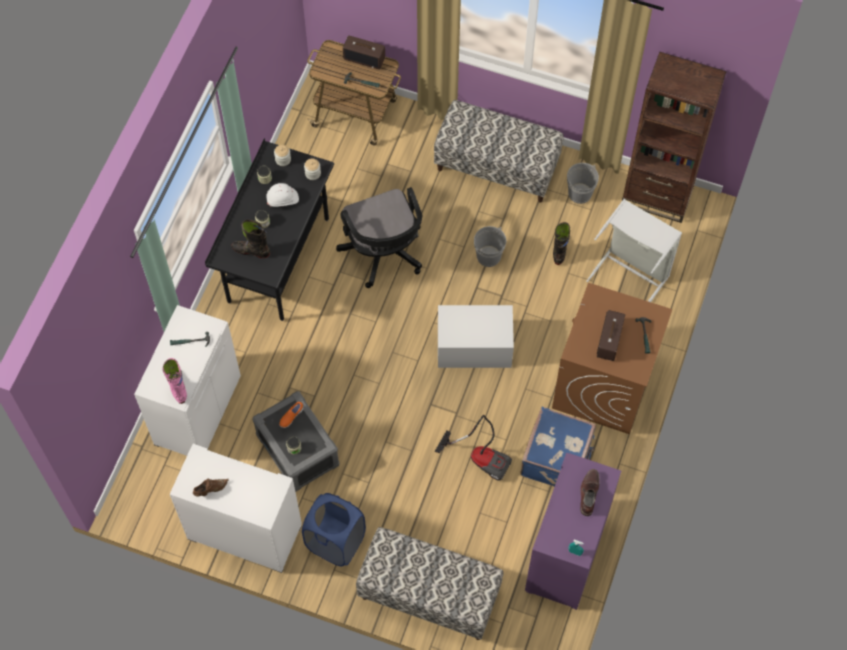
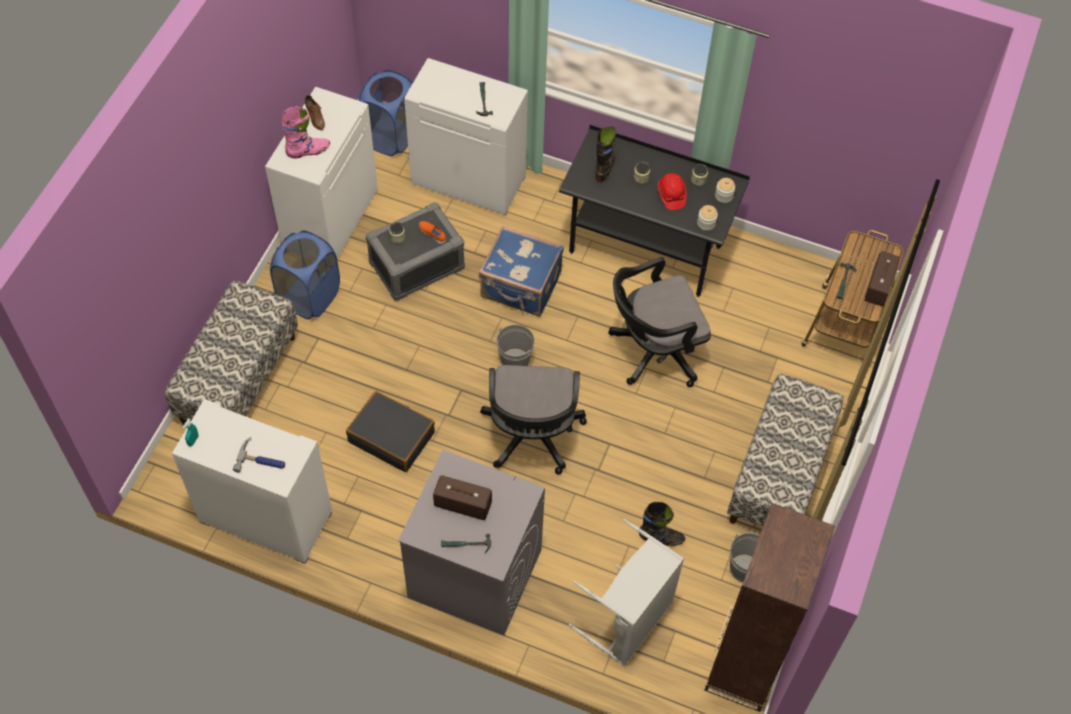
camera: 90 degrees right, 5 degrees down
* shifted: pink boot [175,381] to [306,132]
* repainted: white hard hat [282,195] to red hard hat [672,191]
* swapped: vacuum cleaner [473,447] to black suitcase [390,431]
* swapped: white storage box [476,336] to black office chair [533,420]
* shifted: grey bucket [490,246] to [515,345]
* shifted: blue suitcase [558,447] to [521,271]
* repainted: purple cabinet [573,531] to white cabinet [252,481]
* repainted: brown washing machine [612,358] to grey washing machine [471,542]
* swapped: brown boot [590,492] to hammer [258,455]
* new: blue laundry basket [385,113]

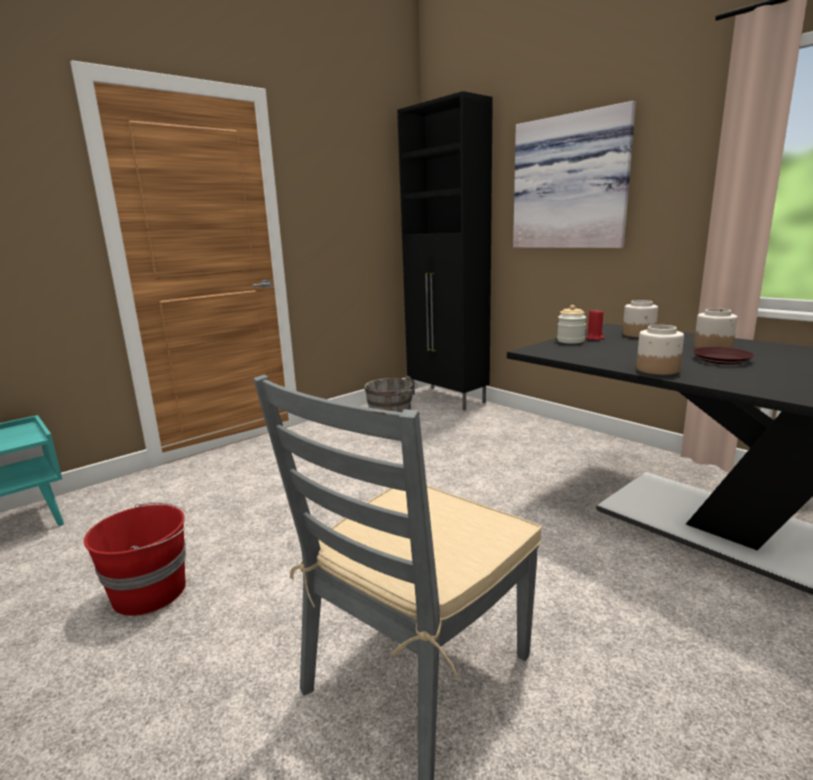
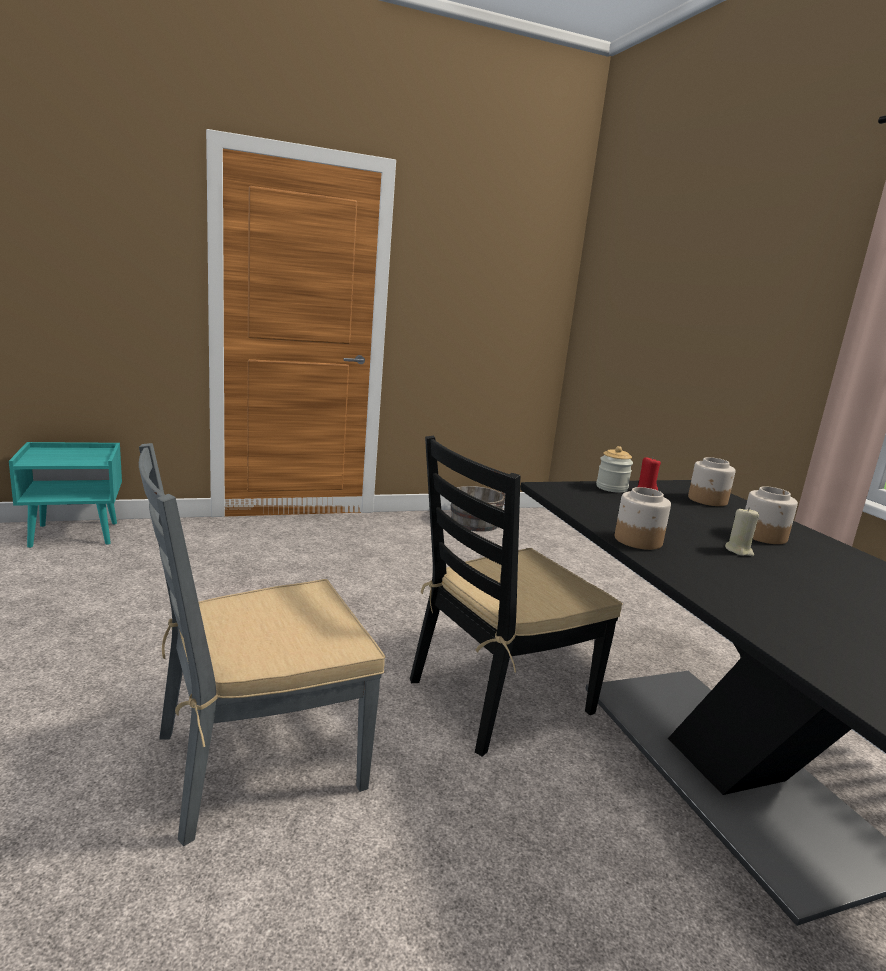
camera: 20 degrees right, 0 degrees up
* gone: red bucket [136,559]
* gone: black cabinet [445,250]
* gone: picture [574,174]
* swapped: brown plate [723,356] to beige candle [742,531]
* new: black chair [516,596]

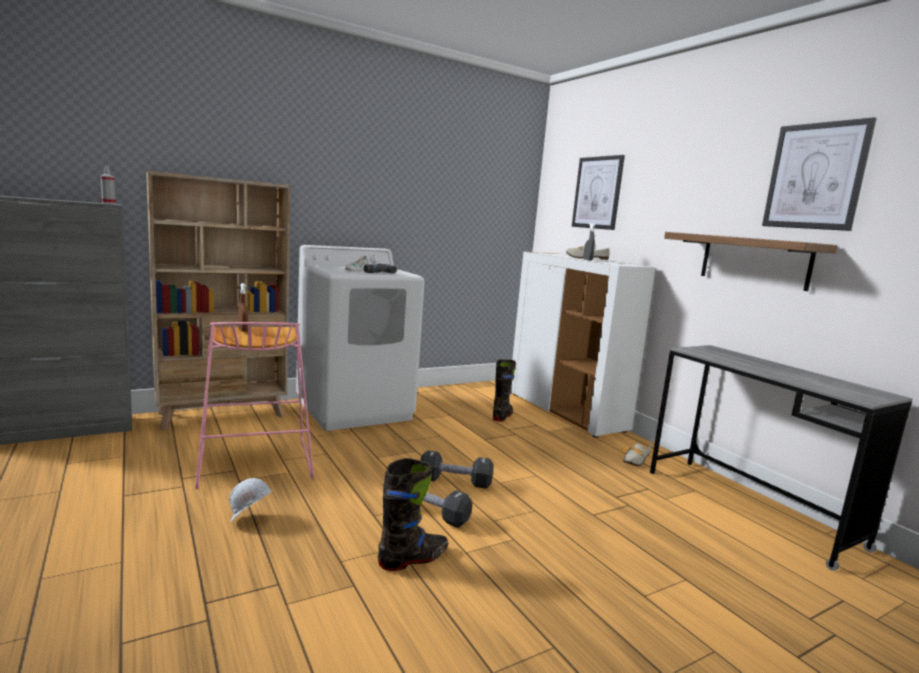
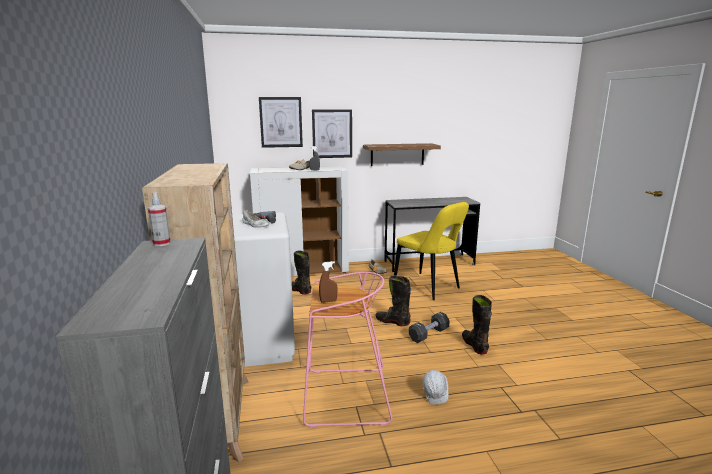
camera: 70 degrees left, 5 degrees up
* swapped: black dumbbell [457,469] to black boot [393,300]
* shifted: picture [819,174] to [332,133]
* new: yellow chair [431,251]

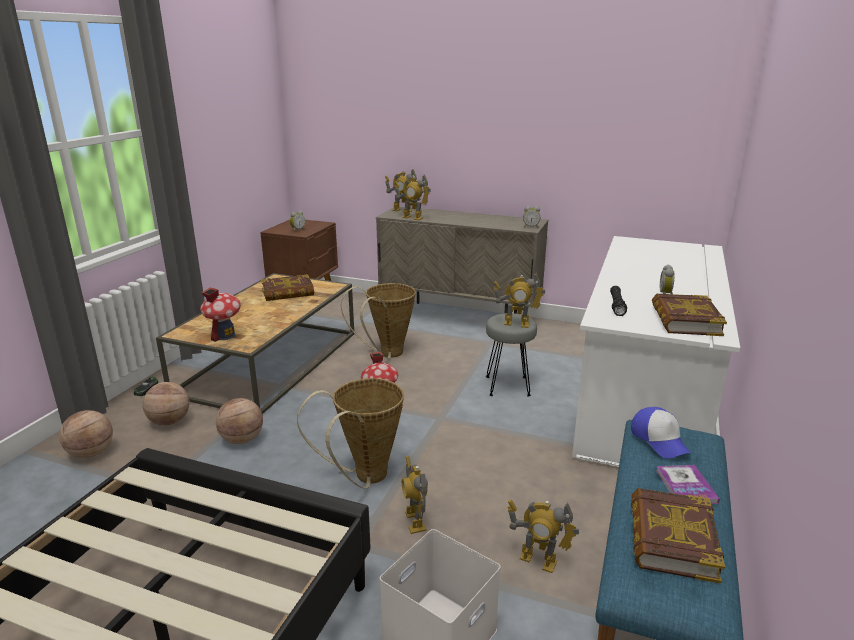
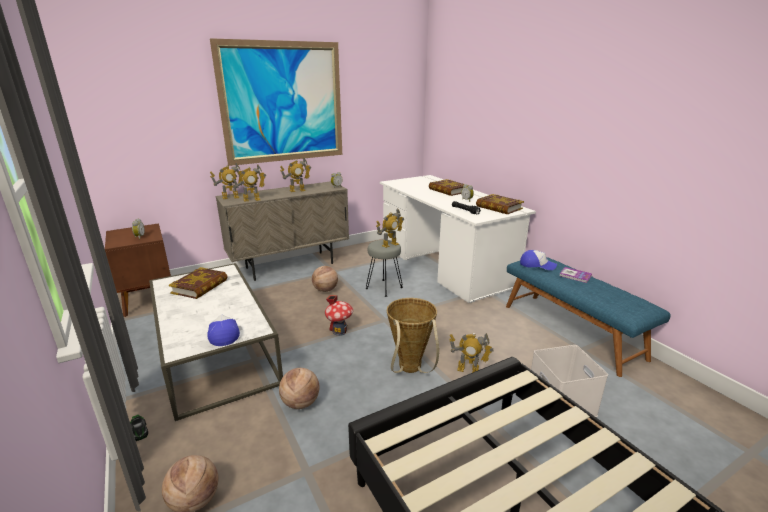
camera: 50 degrees left, 0 degrees up
* shifted: basketball [166,404] to [325,279]
* repainted: brown coffee table [255,343] to white coffee table [216,342]
* swapped: toy house [220,314] to cap [223,330]
* gone: basket [378,321]
* shifted: toy robot [543,536] to [295,175]
* shifted: book [678,536] to [446,187]
* new: picture [276,102]

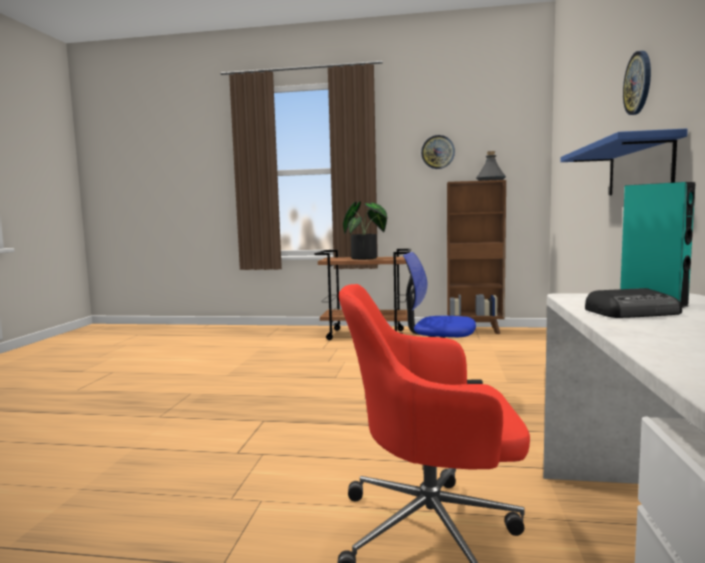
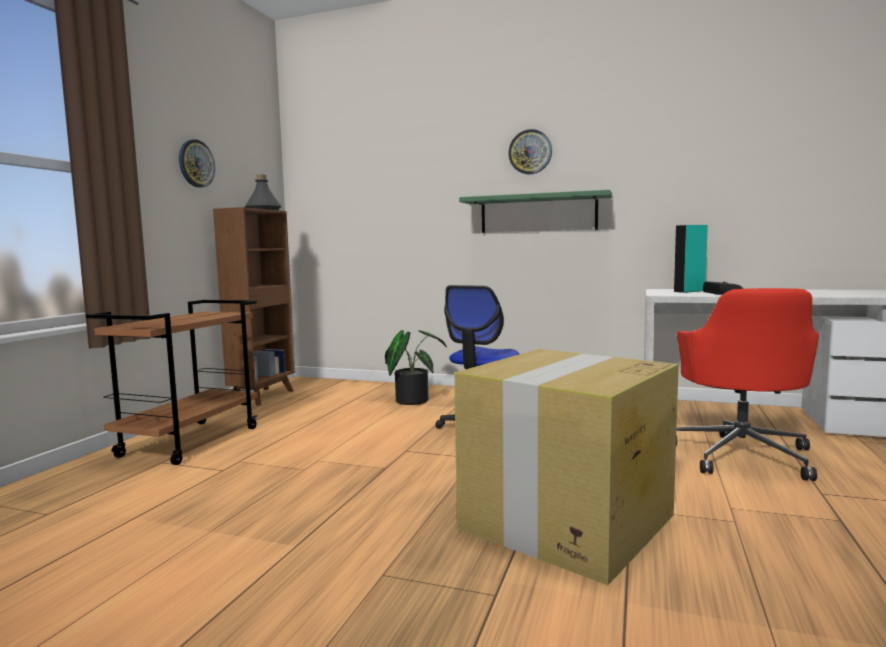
camera: 80 degrees left, 0 degrees up
* shifted: potted plant [365,230] to [416,367]
* repainted: blue shelf [624,161] to green shelf [535,211]
* new: cardboard box [566,467]

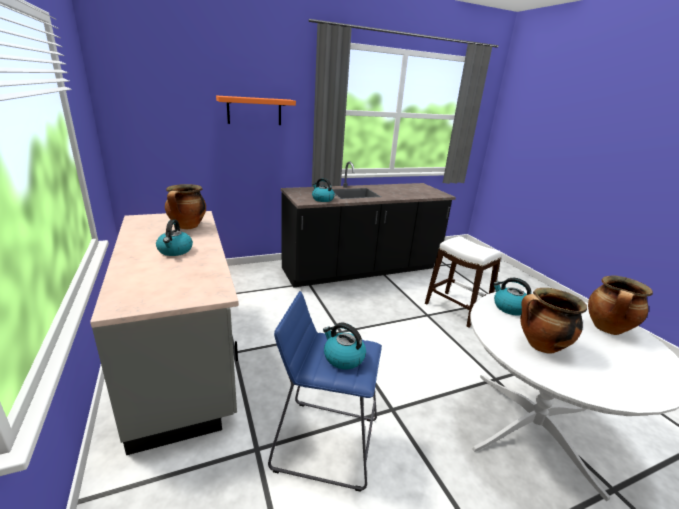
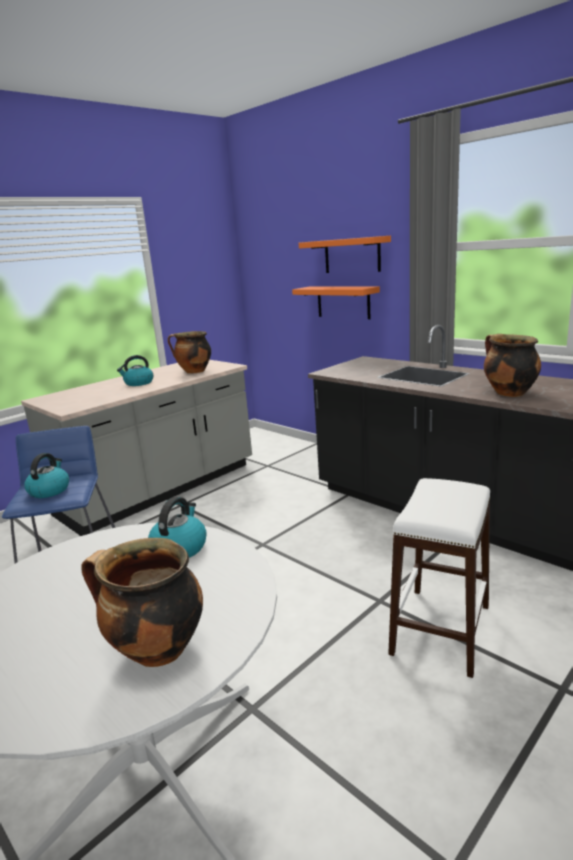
camera: 70 degrees right, 5 degrees down
* gone: kettle [323,190]
* shifted: cooking pot [553,321] to [512,365]
* new: orange shelf [336,302]

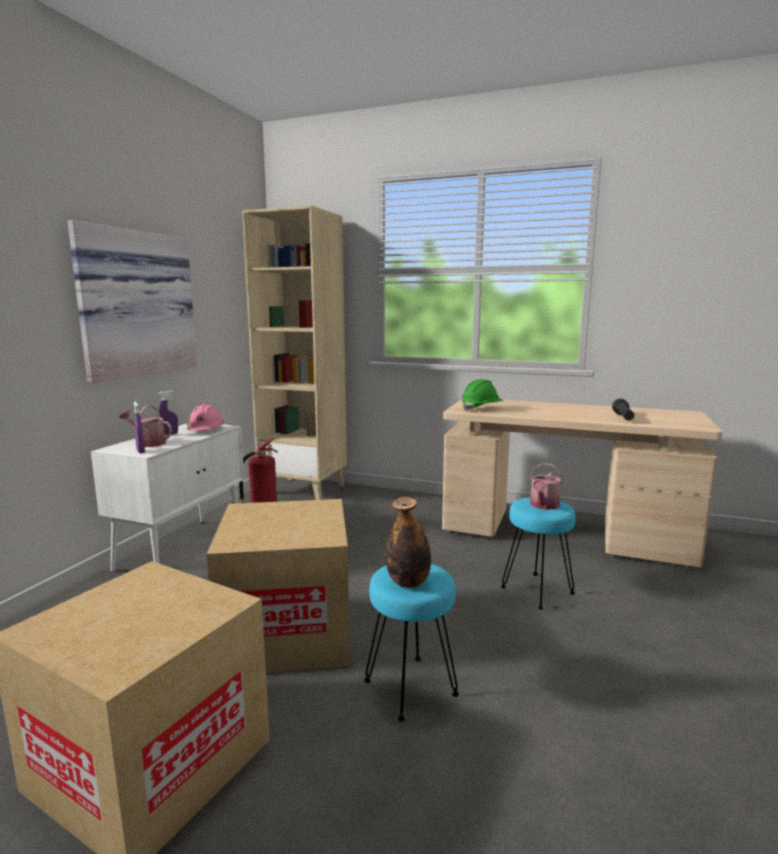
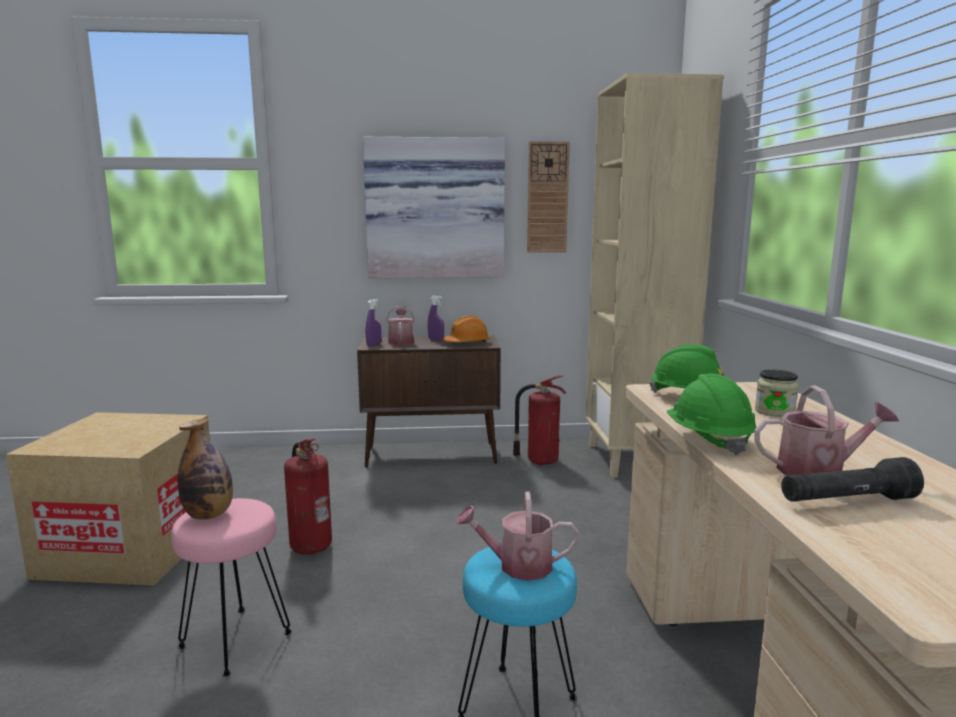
camera: 65 degrees right, 0 degrees up
* repainted: white cabinet [167,497] to brown cabinet [429,402]
* repainted: pink hard hat [205,417] to orange hard hat [466,329]
* swapped: cardboard box [278,586] to fire extinguisher [308,496]
* repainted: turquoise stool [411,643] to pink stool [231,587]
* new: wall clock [548,197]
* new: green hard hat [711,414]
* new: watering can [827,430]
* new: jar [777,393]

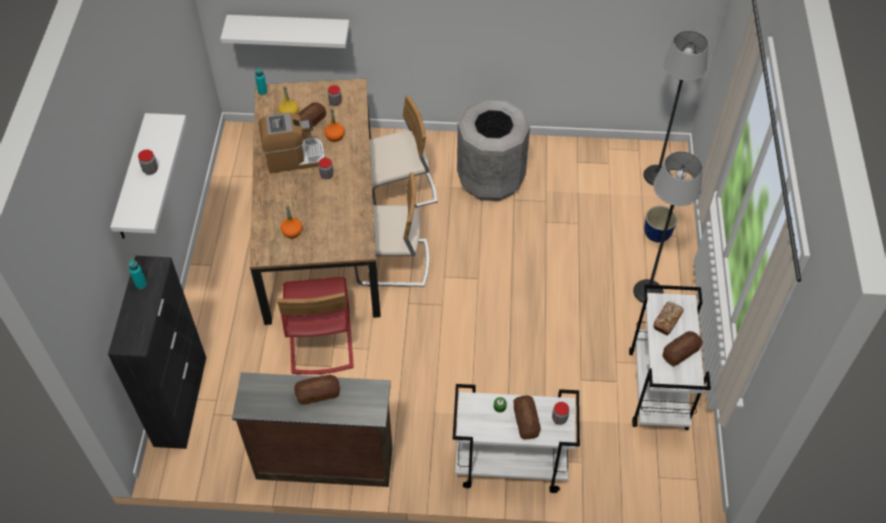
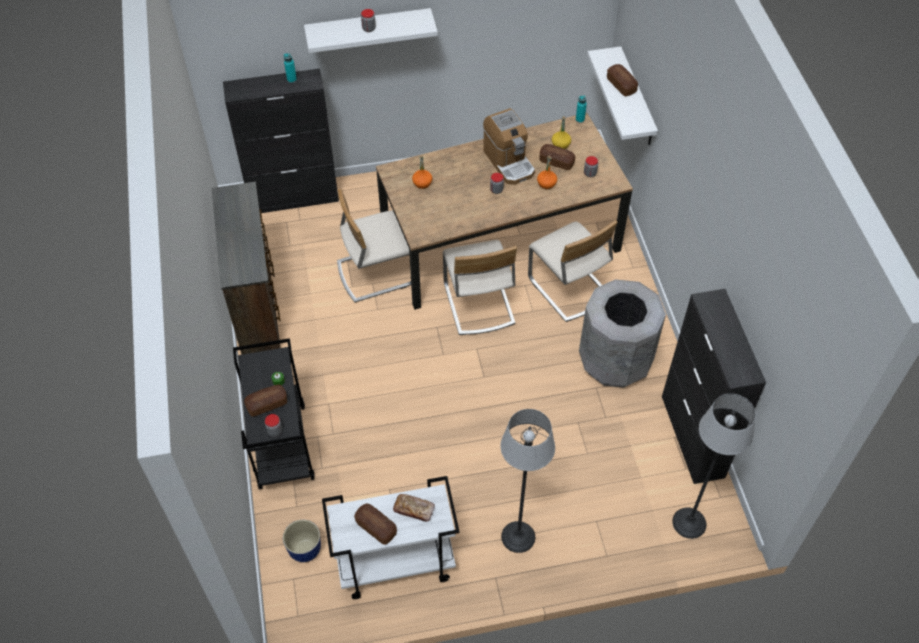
camera: 75 degrees right, 0 degrees up
* repainted: red chair [315,326] to beige chair [374,246]
* shifted: bread [317,390] to [622,80]
* repainted: white cart [516,438] to black cart [274,413]
* shifted: planter [660,224] to [302,541]
* new: black cabinet [714,386]

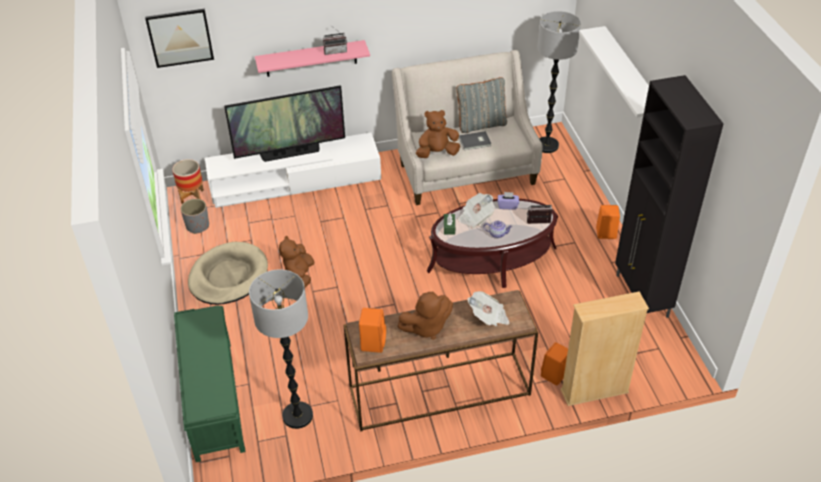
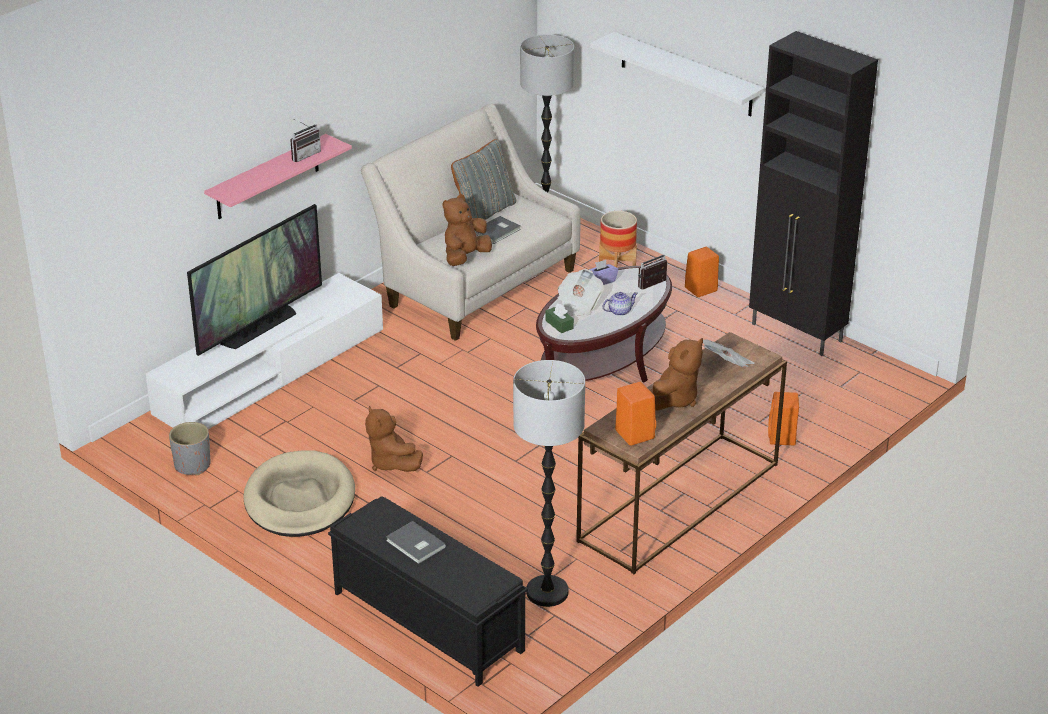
camera: 35 degrees left, 10 degrees down
* gone: picture [179,38]
* shifted: planter [188,181] to [618,239]
* repainted: green bench [210,384] to black bench [428,591]
* gone: beige bookcase [604,348]
* new: grey book [416,542]

